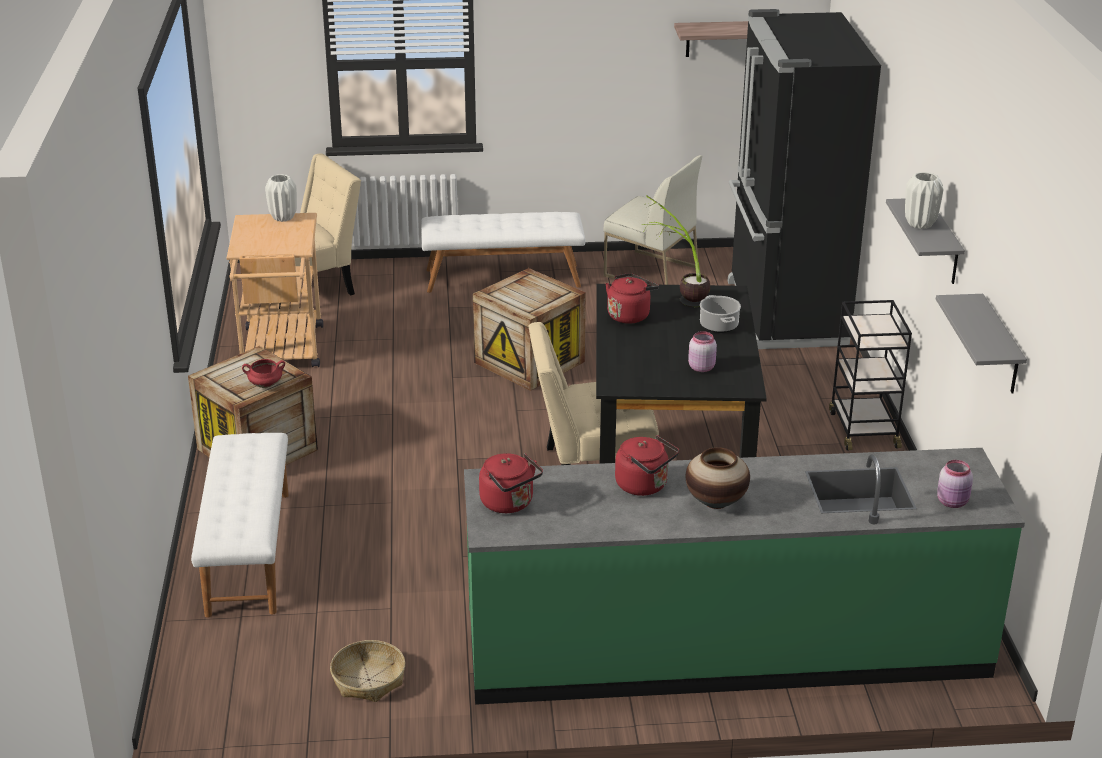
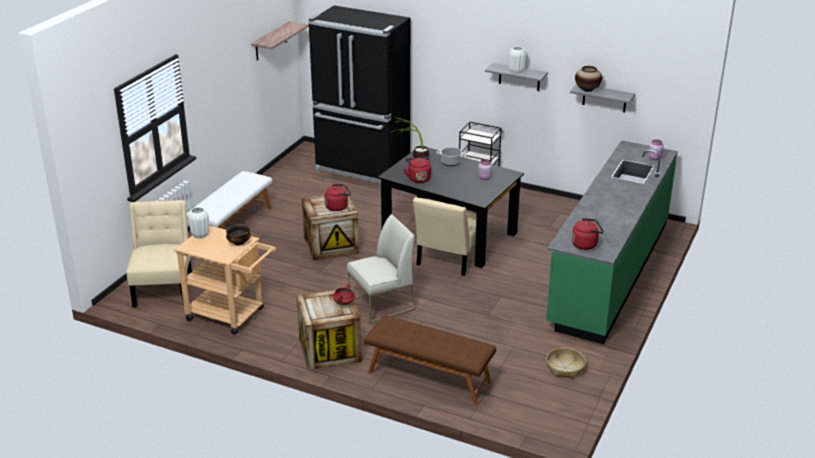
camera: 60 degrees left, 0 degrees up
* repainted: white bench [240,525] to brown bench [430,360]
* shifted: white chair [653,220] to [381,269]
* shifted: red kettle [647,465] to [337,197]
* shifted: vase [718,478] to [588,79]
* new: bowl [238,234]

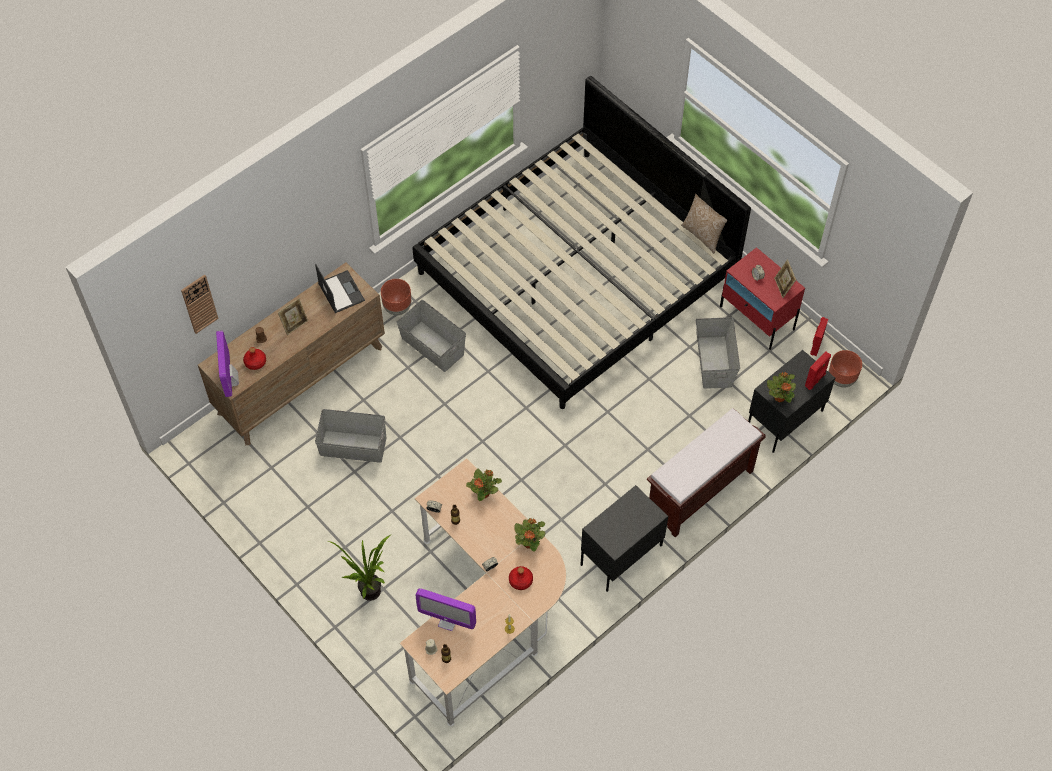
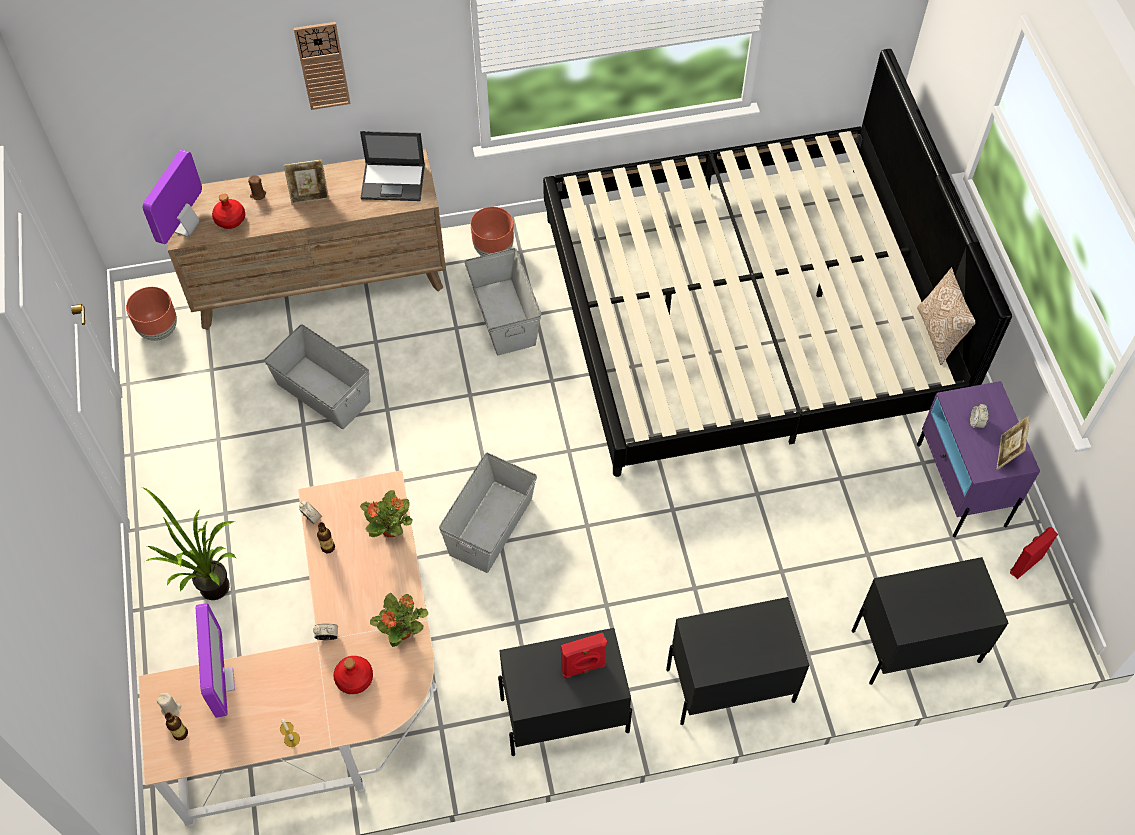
camera: 30 degrees right, 0 degrees up
* shifted: wall clock [200,304] to [322,66]
* rotated: laptop [340,288] = [392,166] 90 degrees clockwise
* rotated: monitor [446,609] = [215,660] 150 degrees counterclockwise
* swapped: brown bench [706,472] to black nightstand [737,661]
* shifted: grey storage box [718,353] to [488,513]
* repainted: red nightstand [762,298] to purple nightstand [978,459]
* gone: potted plant [781,387]
* shifted: red speaker [818,370] to [584,656]
* shifted: brown planter [845,368] to [151,314]

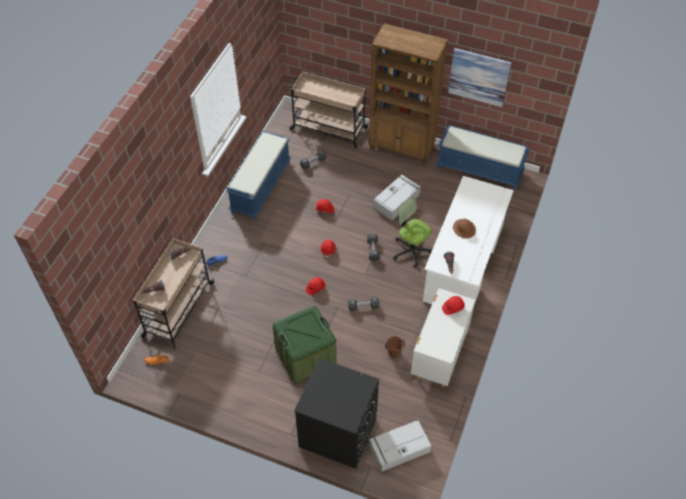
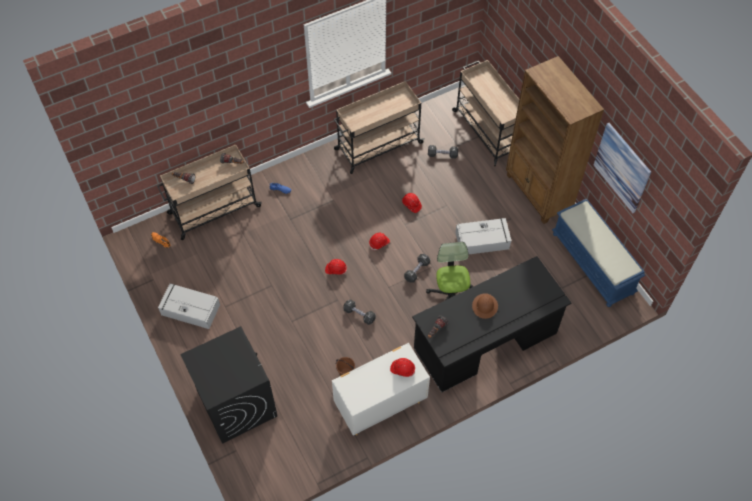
camera: 40 degrees right, 5 degrees up
* swapped: blue bench [258,175] to beige cart [379,127]
* gone: green storage box [305,344]
* shifted: grey storage box [400,446] to [189,306]
* repainted: white desk [468,240] to black desk [491,324]

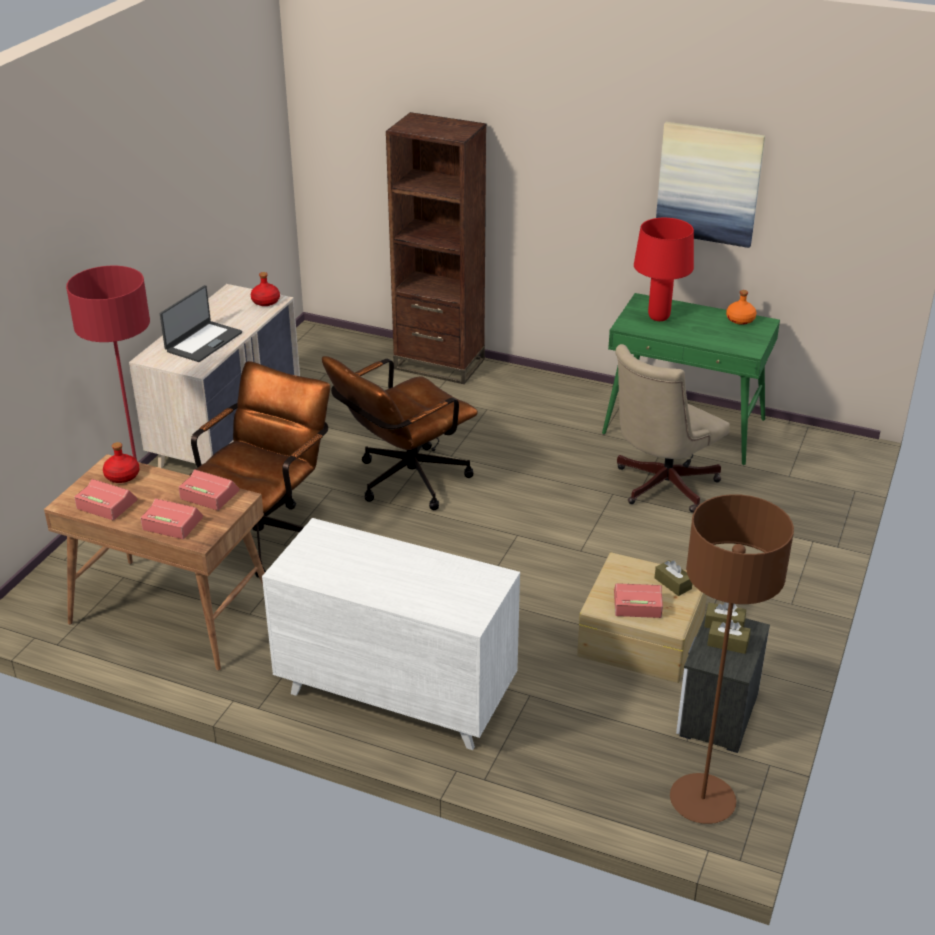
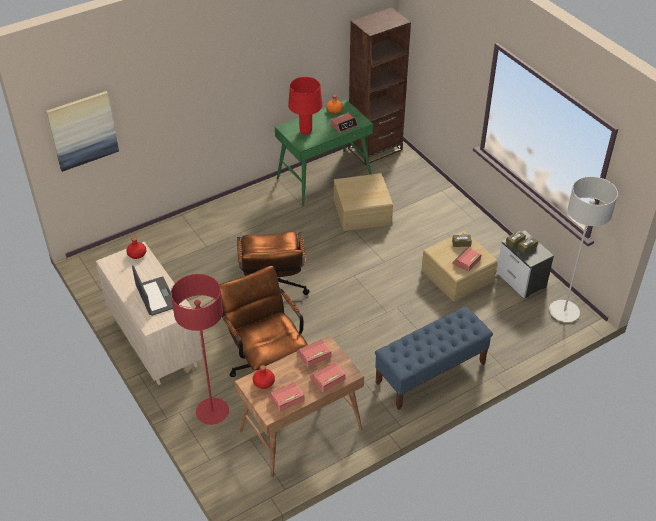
camera: 55 degrees left, 10 degrees up
* swapped: white dresser [391,634] to blue bench [434,358]
* shifted: brown bookcase [436,248] to [379,86]
* swapped: beige office chair [672,428] to beige storage box [363,202]
* shifted: picture [710,185] to [82,131]
* repainted: brown floor lamp [732,659] to grey floor lamp [583,249]
* new: alarm clock [344,123]

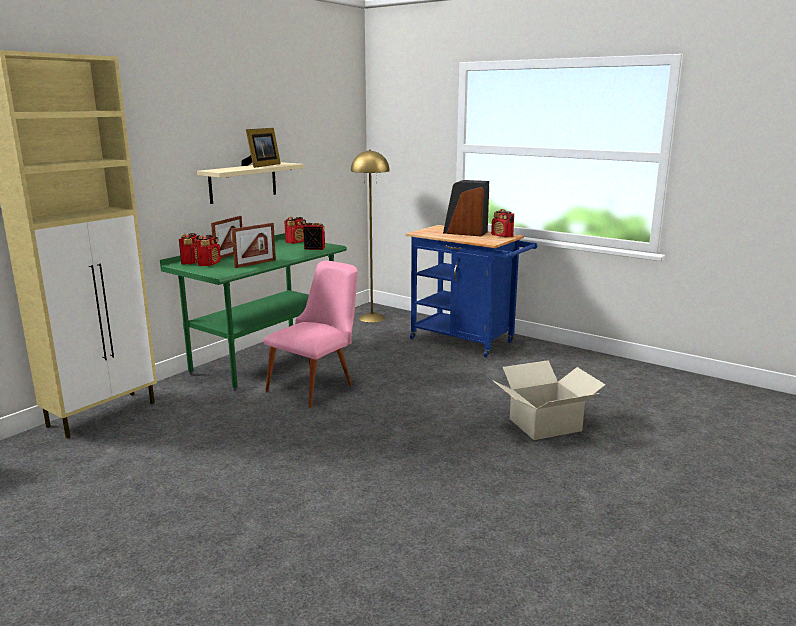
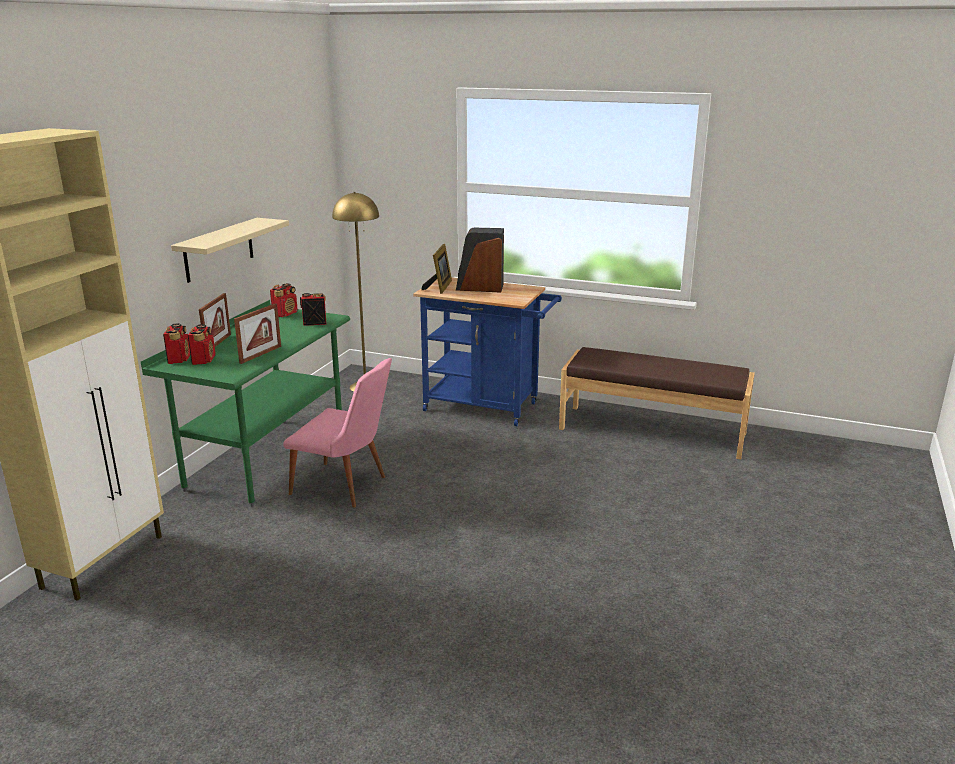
camera: 15 degrees left, 5 degrees up
* shifted: picture frame [261,148] to [437,269]
* rotated: pink chair [310,334] = [337,433] 90 degrees clockwise
* gone: radio [502,223]
* gone: cardboard box [549,400]
* new: brown bench [657,403]

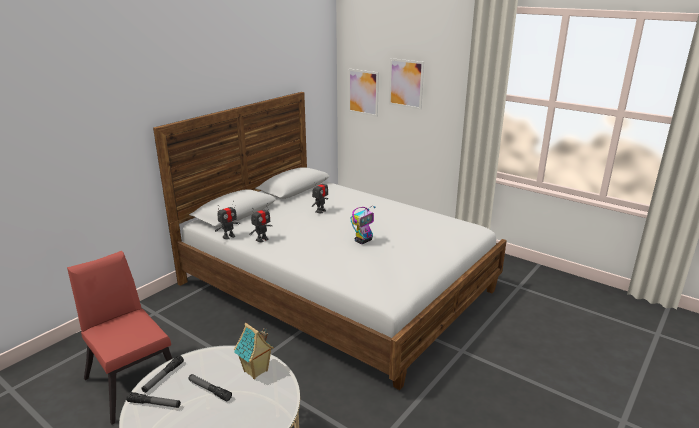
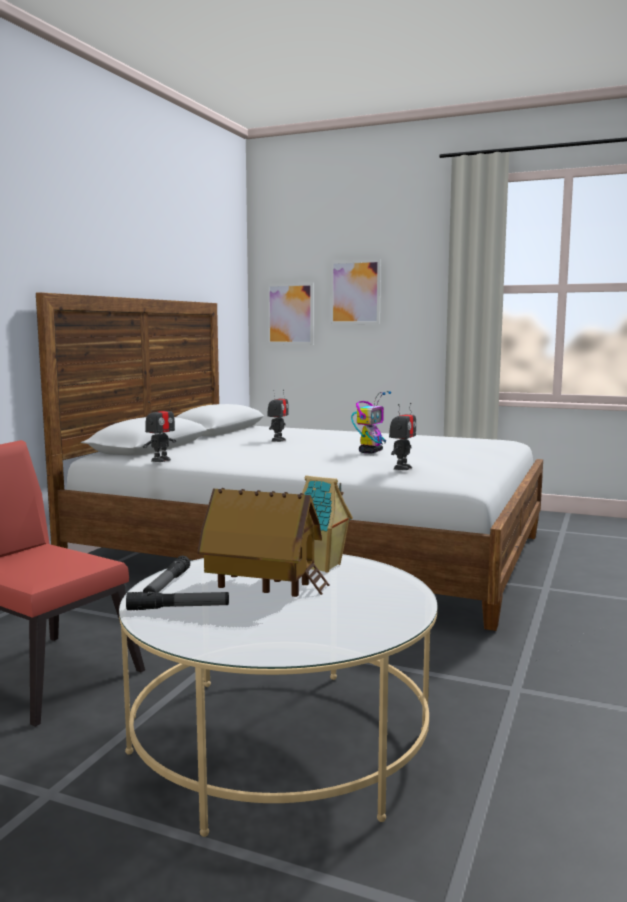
camera: 15 degrees left, 15 degrees down
* swapped: flashlight [210,387] to toy house [263,542]
* shifted: toy robot [260,222] to [402,436]

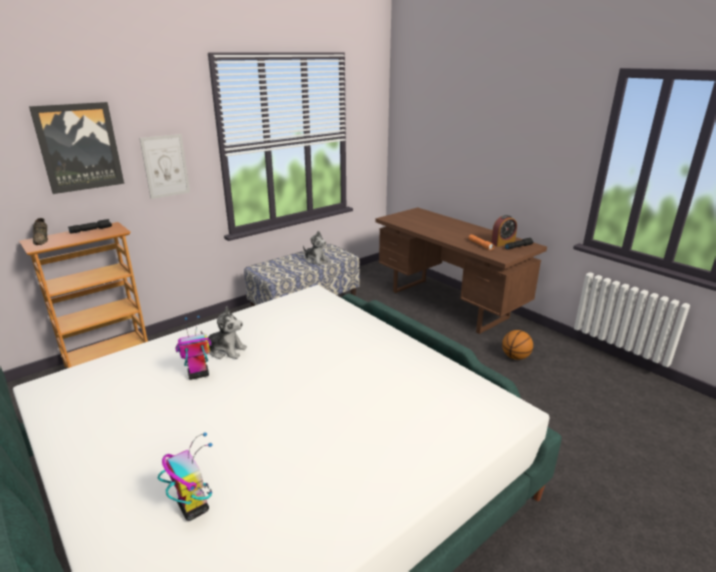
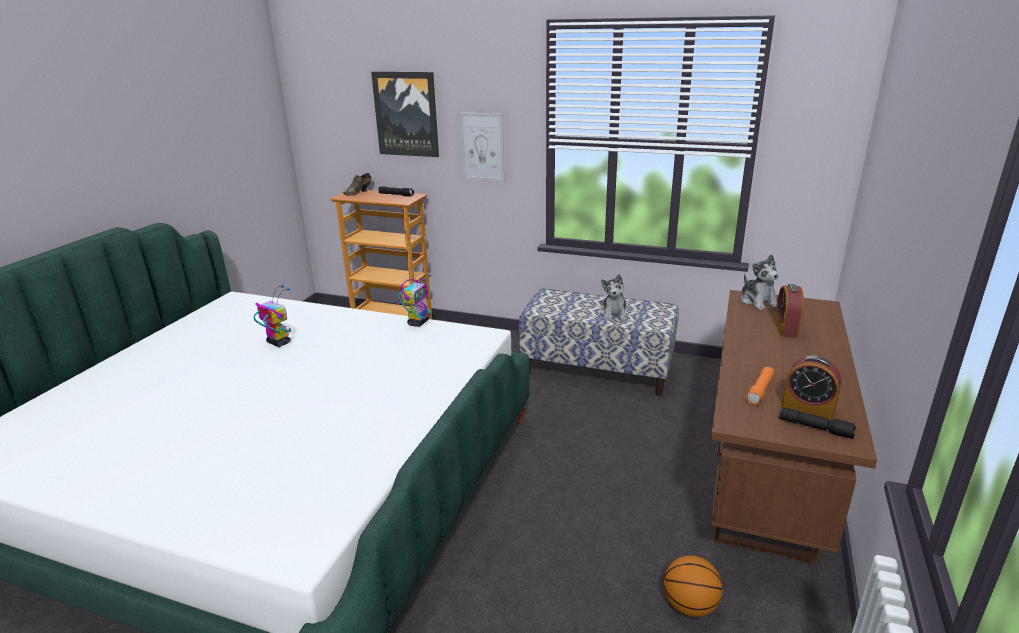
camera: 60 degrees right, 0 degrees up
* shifted: toy robot [185,476] to [414,300]
* shifted: plush toy [224,332] to [760,282]
* new: alarm clock [789,311]

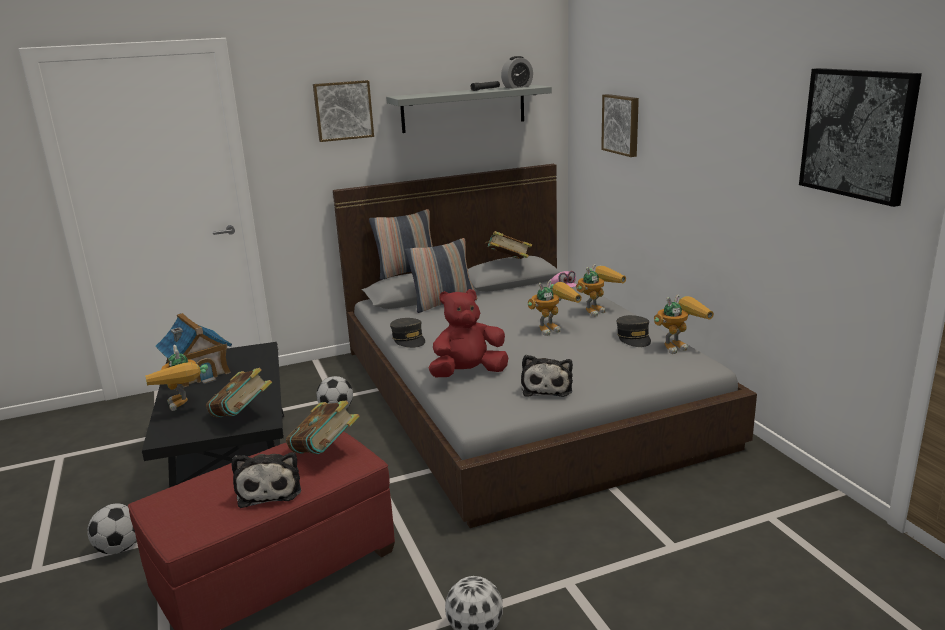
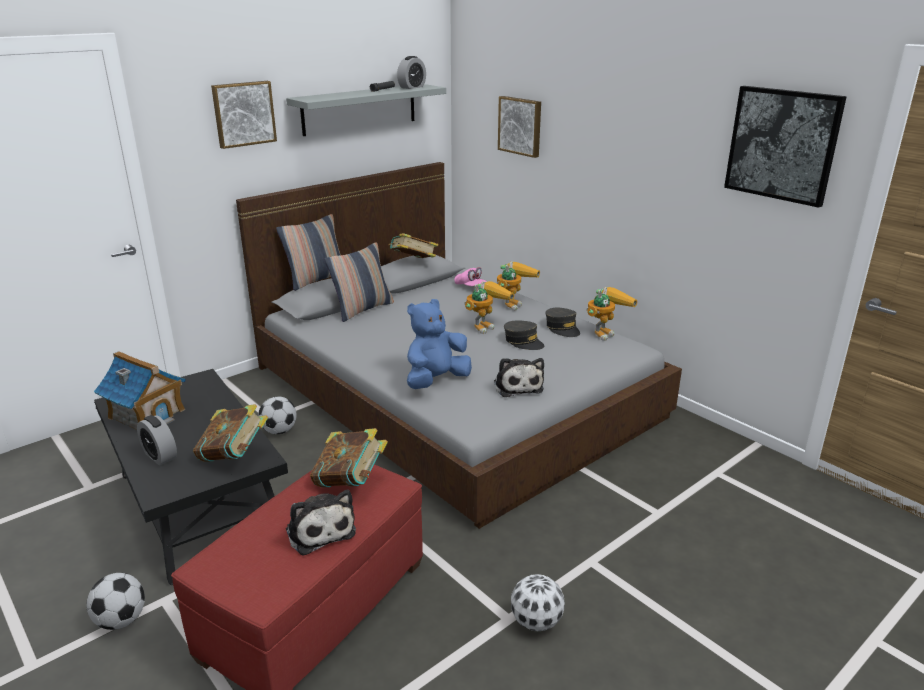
camera: 20 degrees left, 5 degrees up
* swapped: toy robot [176,378] to alarm clock [157,440]
* shifted: grey cap [407,333] to [524,335]
* repainted: red plush toy [468,333] to blue plush toy [439,344]

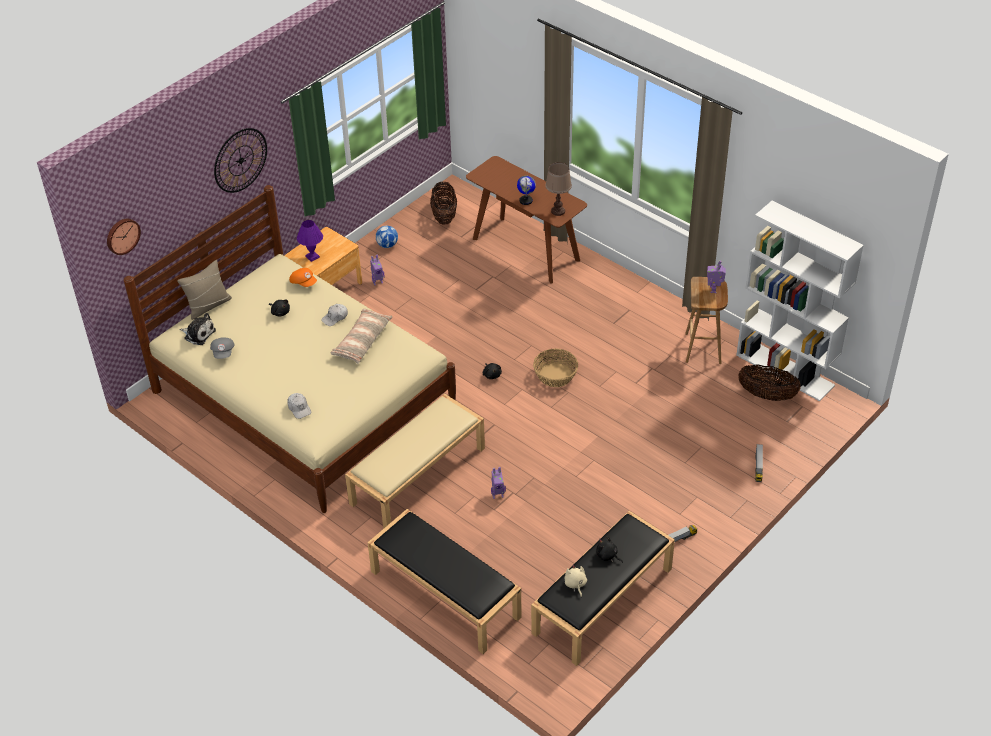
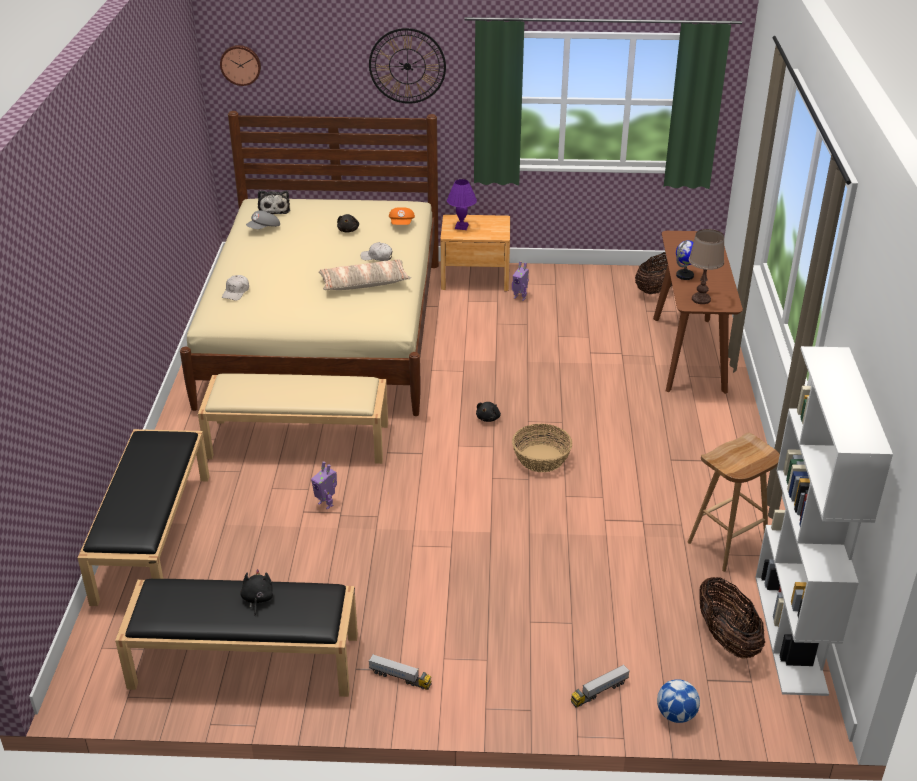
camera: 50 degrees right, 10 degrees down
* gone: beige pillow [204,290]
* shifted: football [387,237] to [678,701]
* gone: beige plush toy [576,581]
* gone: toy robot [716,277]

